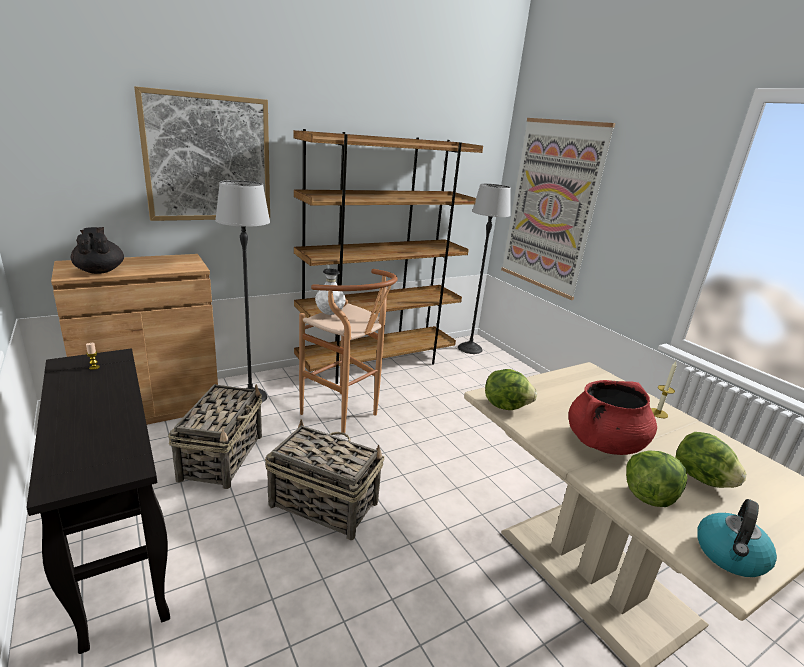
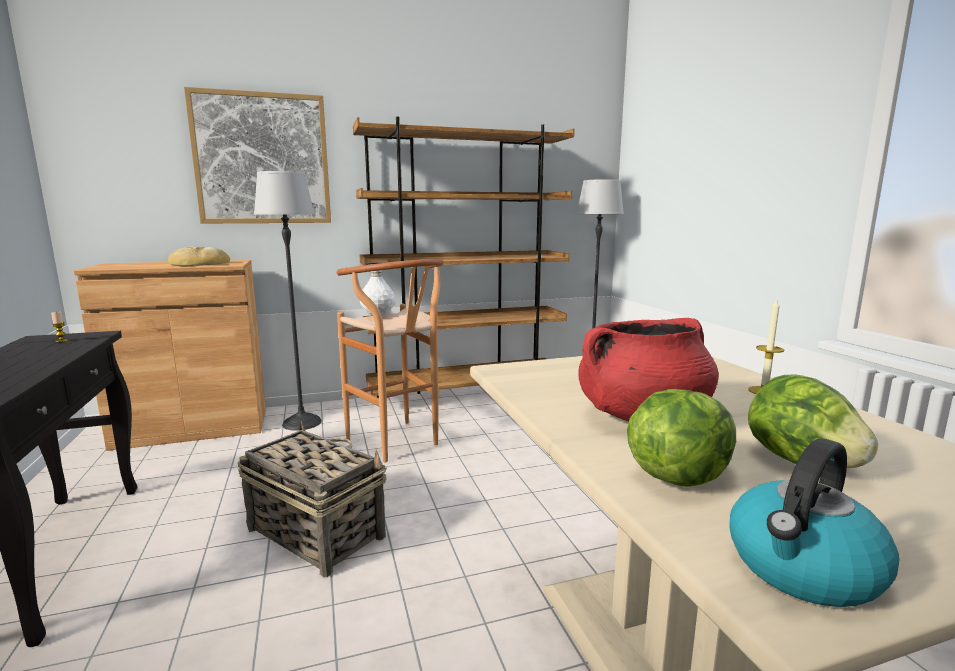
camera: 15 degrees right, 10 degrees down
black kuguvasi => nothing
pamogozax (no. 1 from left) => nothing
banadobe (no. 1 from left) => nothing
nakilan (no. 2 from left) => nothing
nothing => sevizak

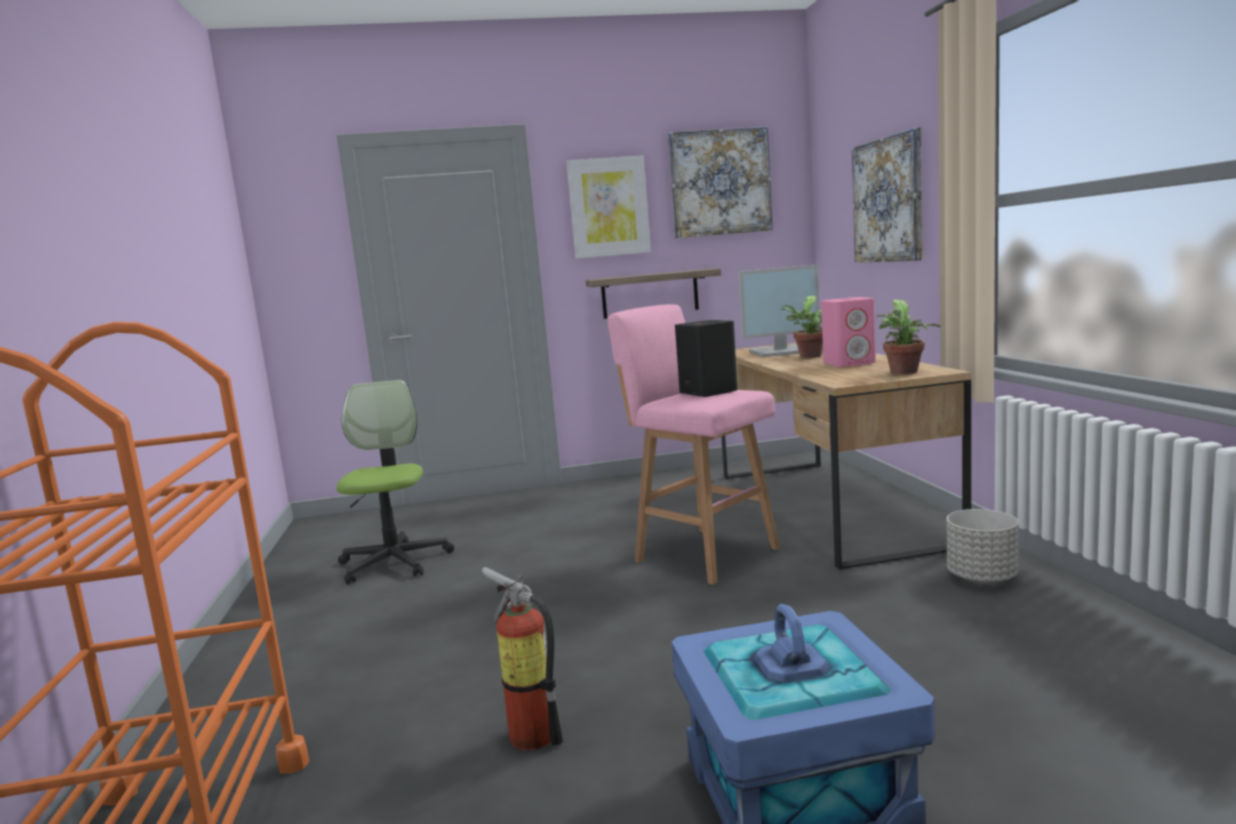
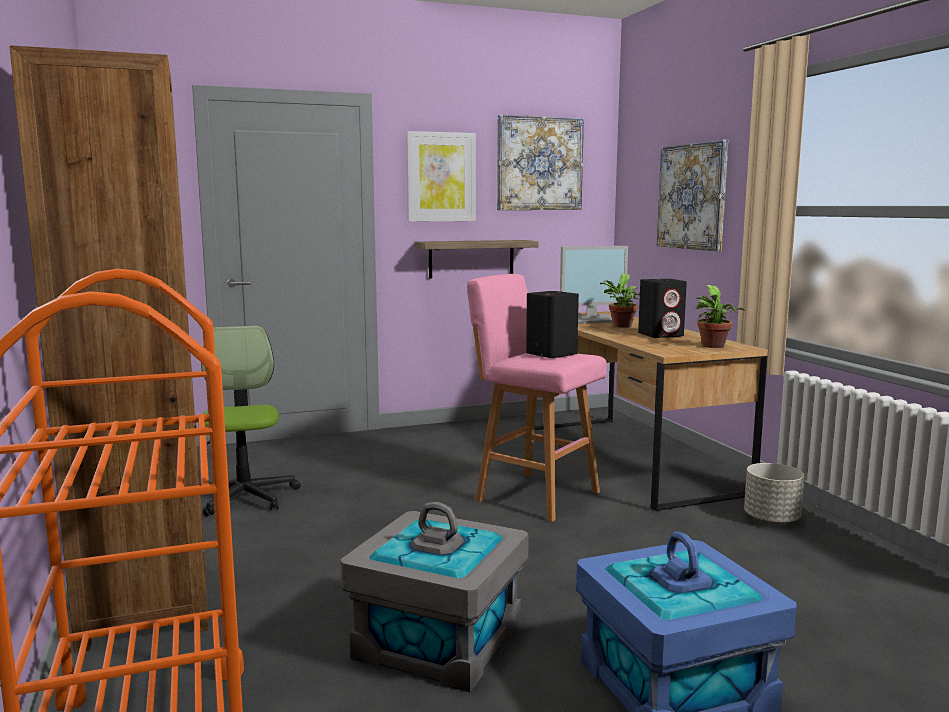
camera: 10 degrees left, 0 degrees up
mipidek => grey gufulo
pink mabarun => black mabarun (no. 2 from left)
nothing => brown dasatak

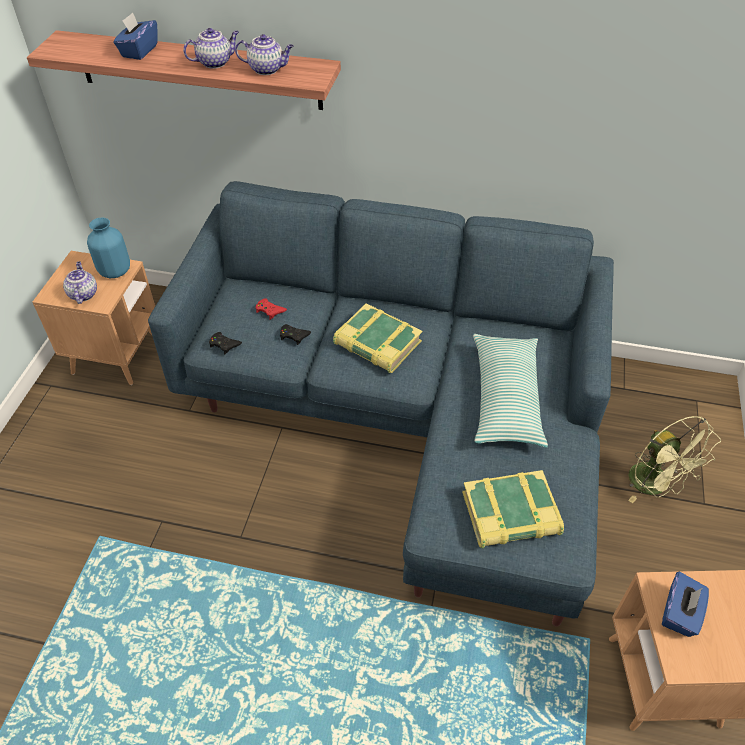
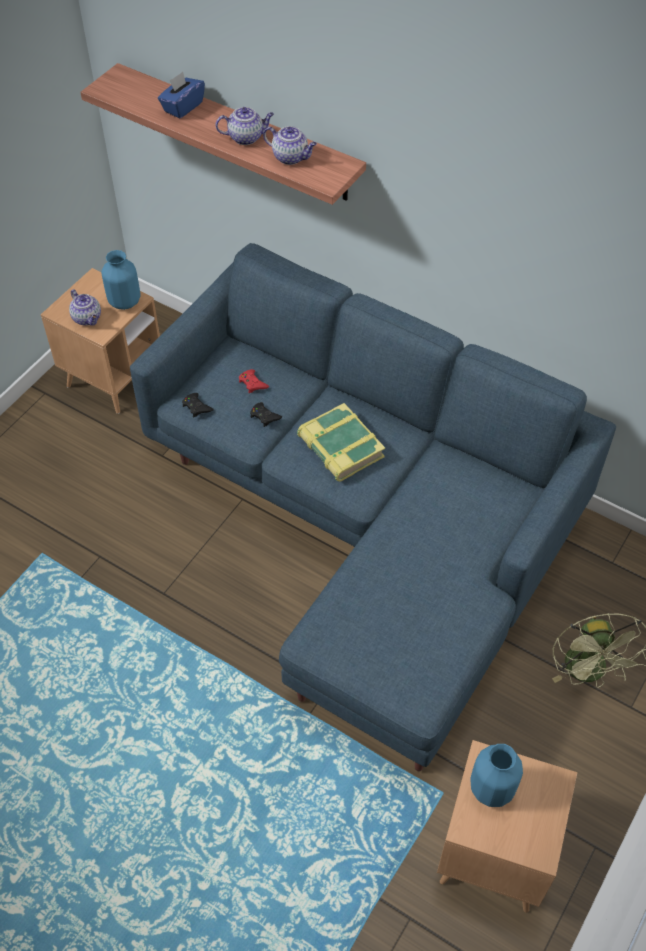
camera: 20 degrees right, 5 degrees up
kuguvasi (no. 1 from left), 135 degrees clockwise
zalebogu (no. 2 from left) => nothing
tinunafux => nothing
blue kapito (no. 2 from left) => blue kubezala (no. 2 from left)

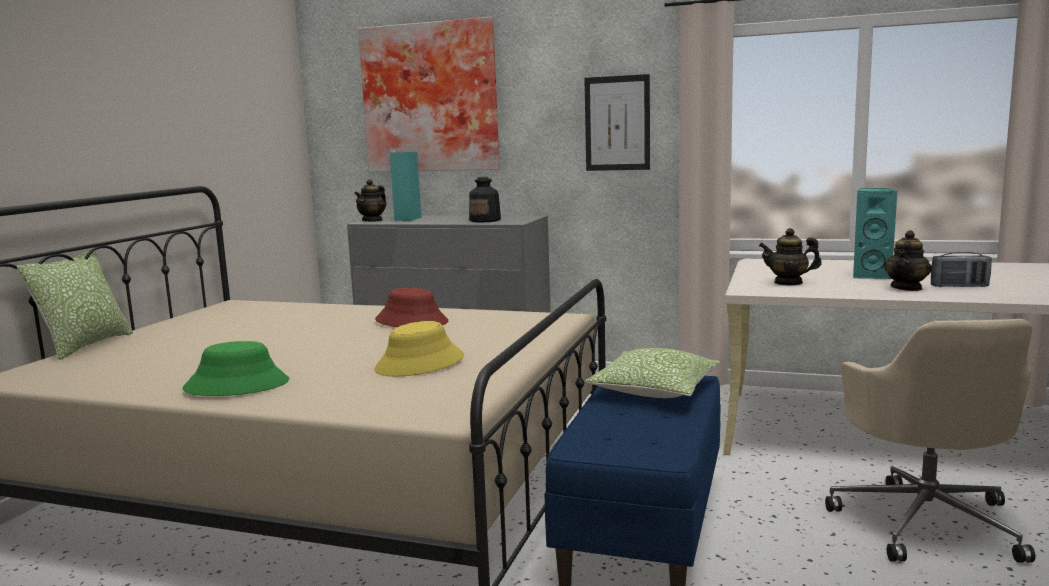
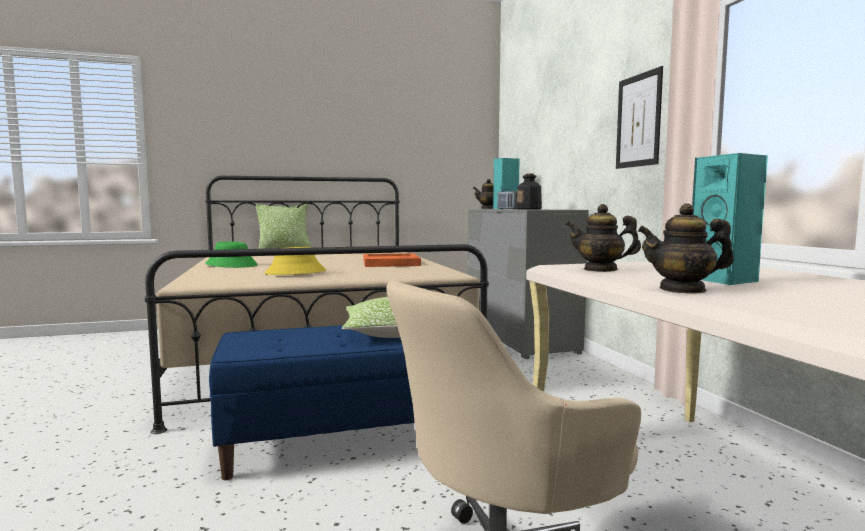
camera: 55 degrees right, 5 degrees down
nakilan (no. 1 from left) => nothing
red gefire => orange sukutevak
kuguvasi (no. 2 from left), 45 degrees counterclockwise
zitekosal, shifted

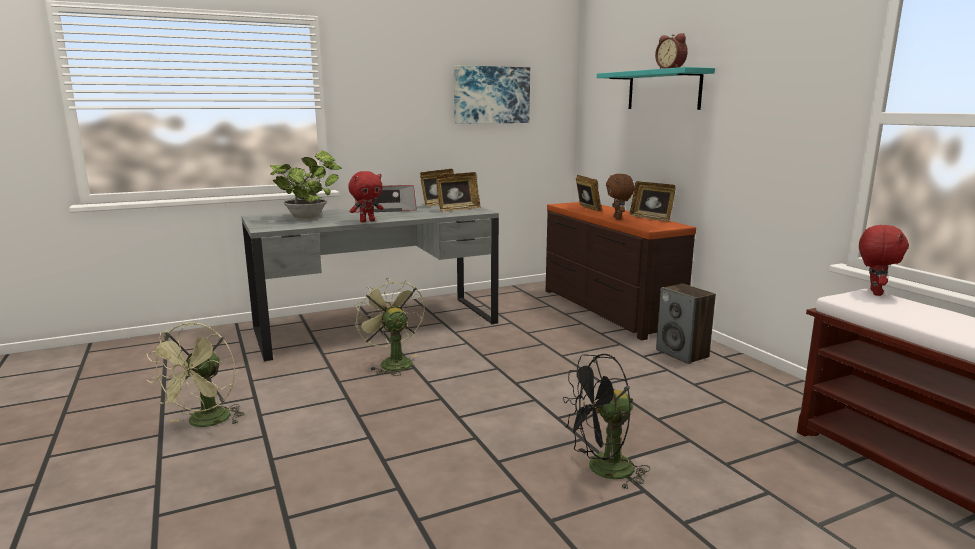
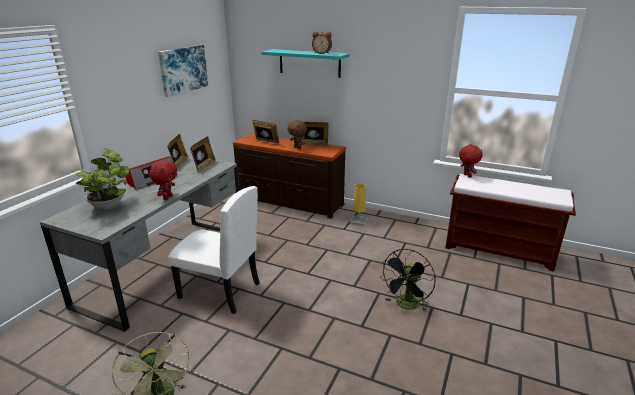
camera: 40 degrees left, 10 degrees up
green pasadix (no. 2 from left) => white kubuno
mabarun => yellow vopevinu

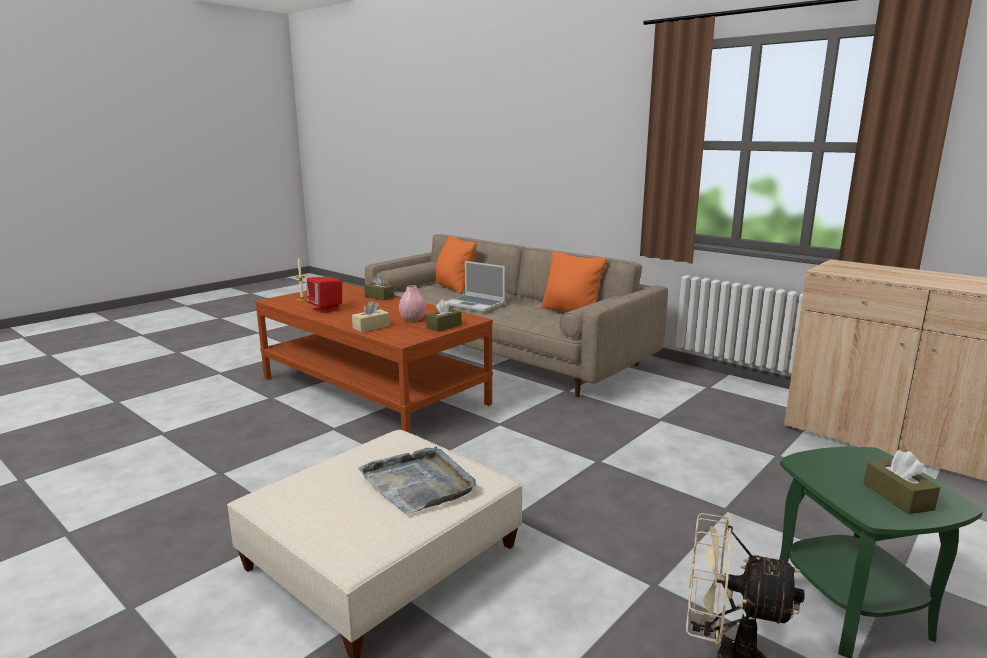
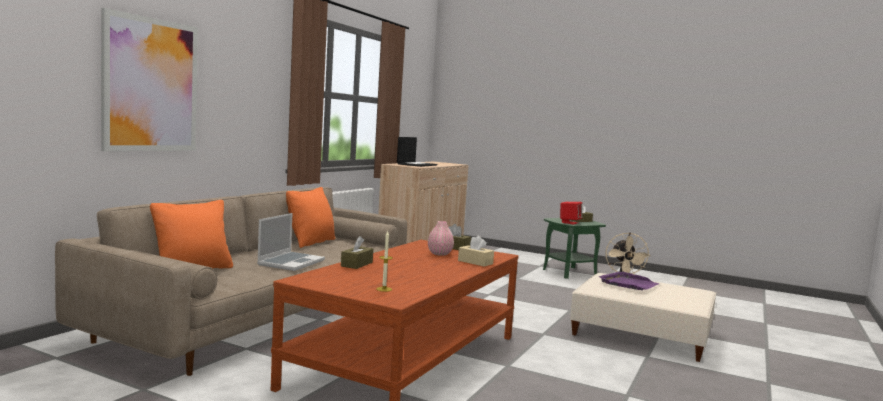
camera: 105 degrees left, 10 degrees down
red mabarun, shifted
grey sukutevak => purple sukutevak
nothing => nakilan
nothing => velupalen (no. 2 from left)

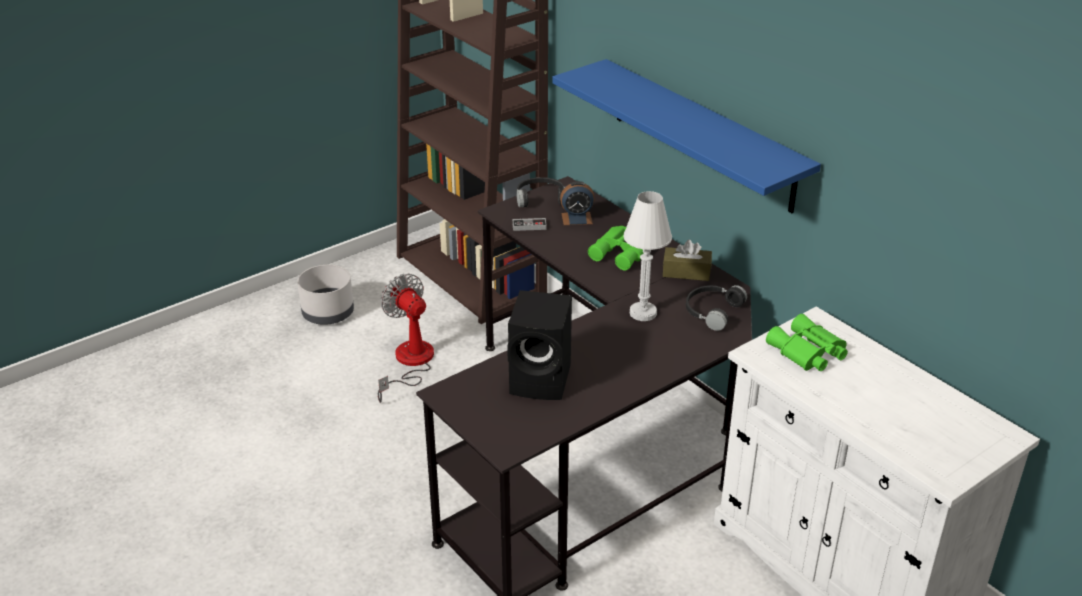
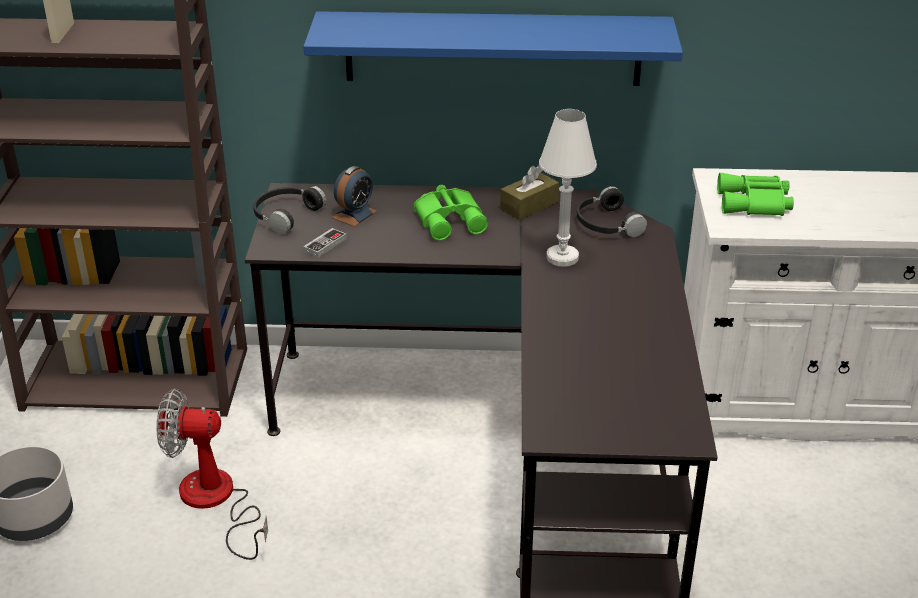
camera: 50 degrees left, 0 degrees up
black mabarun => nothing

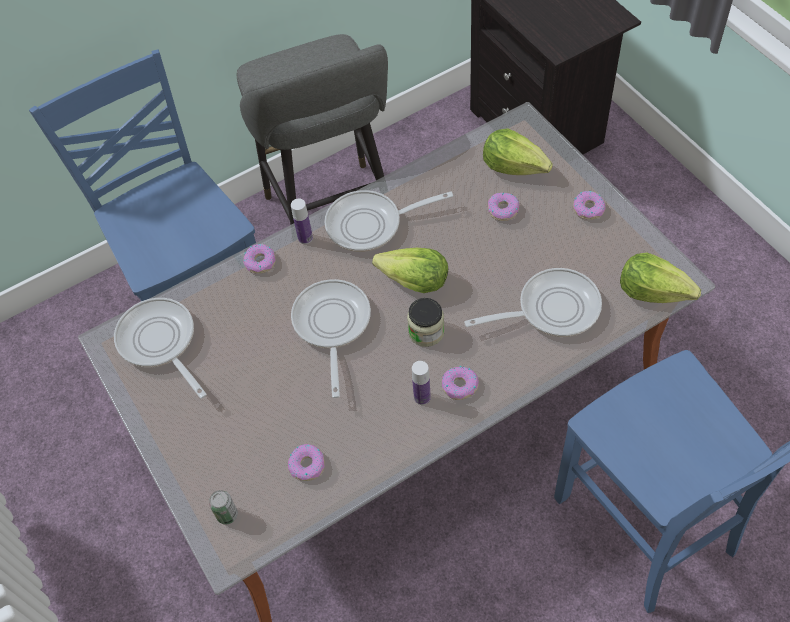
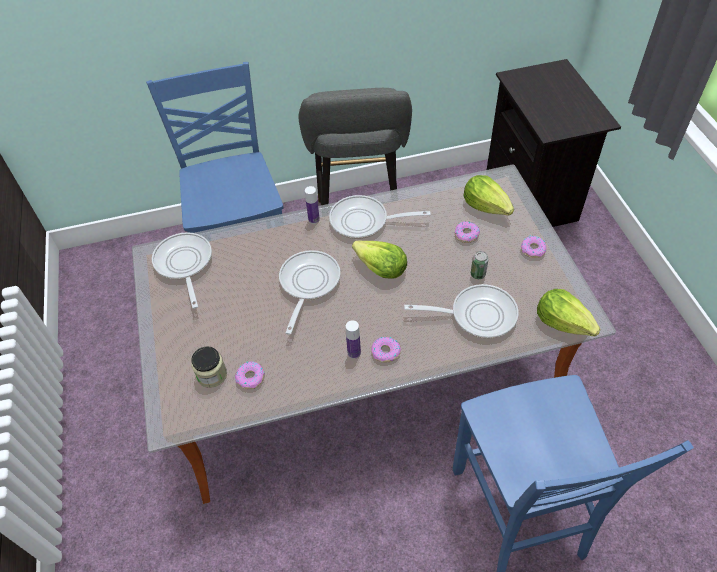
camera: 15 degrees right, 5 degrees down
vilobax, shifted
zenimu (no. 1 from left) => nothing
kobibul, shifted

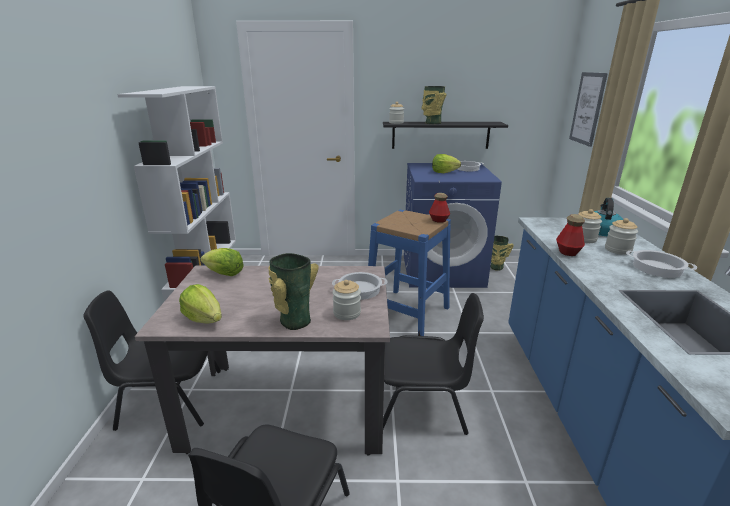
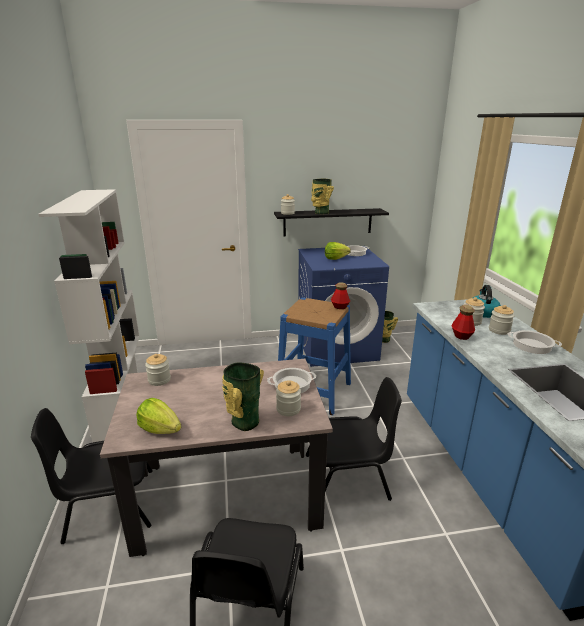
camera: 10 degrees left, 0 degrees up
banadobe (no. 2 from left) => kobibul (no. 1 from left)
nakilan => nothing

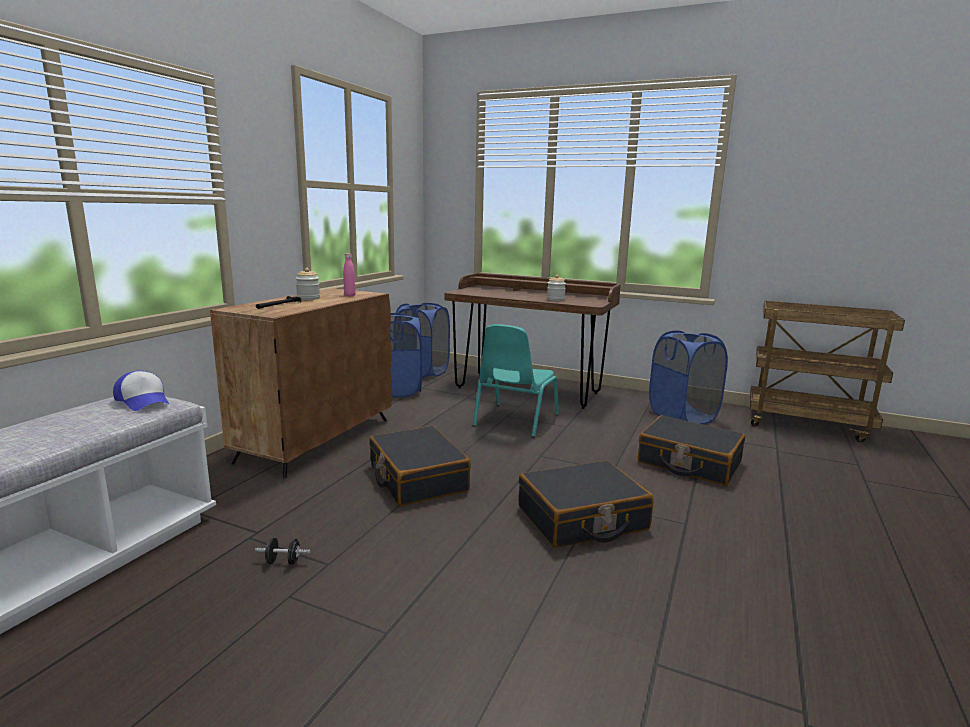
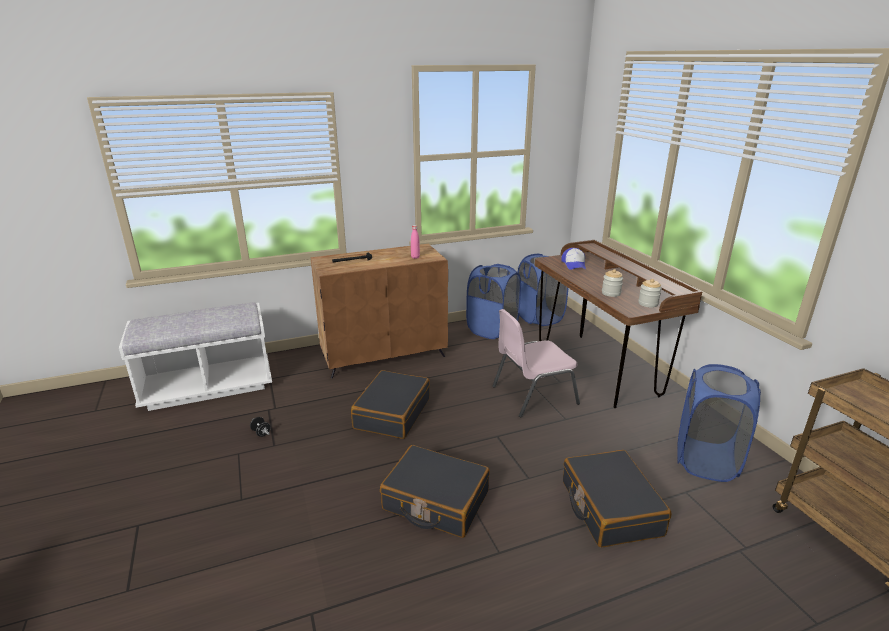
camera: 45 degrees right, 10 degrees up
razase, shifted
kobibul (no. 1 from left in the first image) => kobibul (no. 2 from left), shifted
turquoise kubuno => pink kubuno

